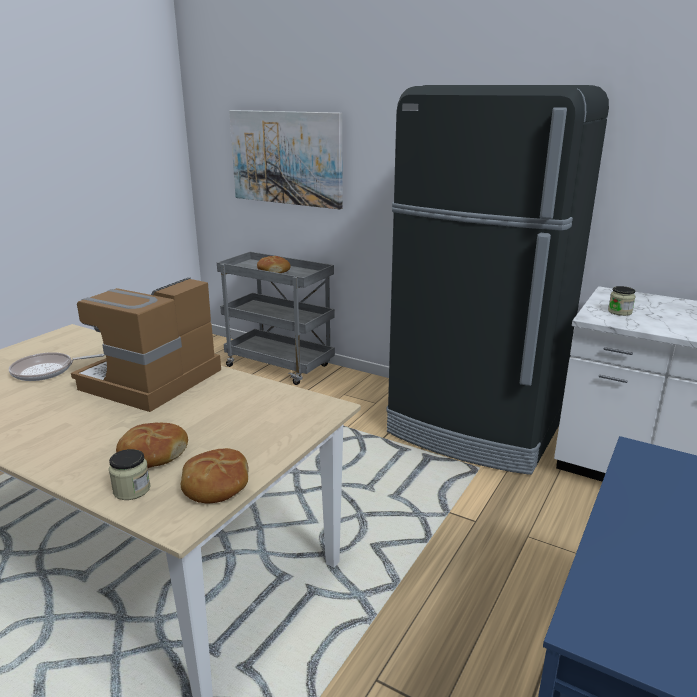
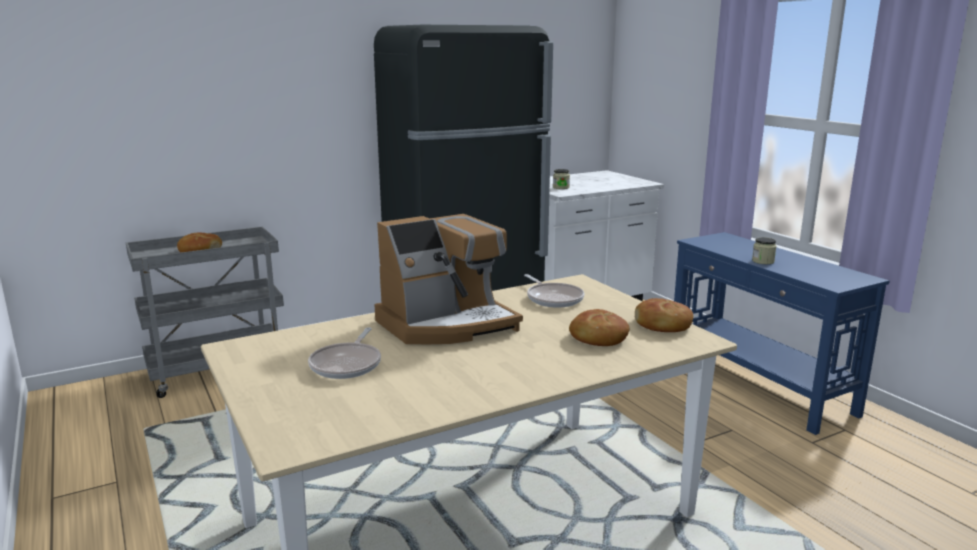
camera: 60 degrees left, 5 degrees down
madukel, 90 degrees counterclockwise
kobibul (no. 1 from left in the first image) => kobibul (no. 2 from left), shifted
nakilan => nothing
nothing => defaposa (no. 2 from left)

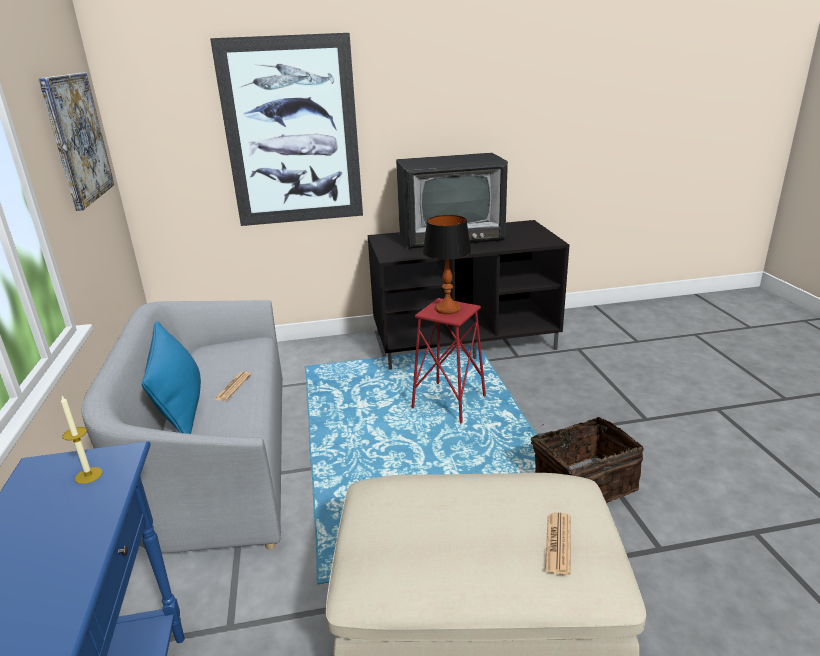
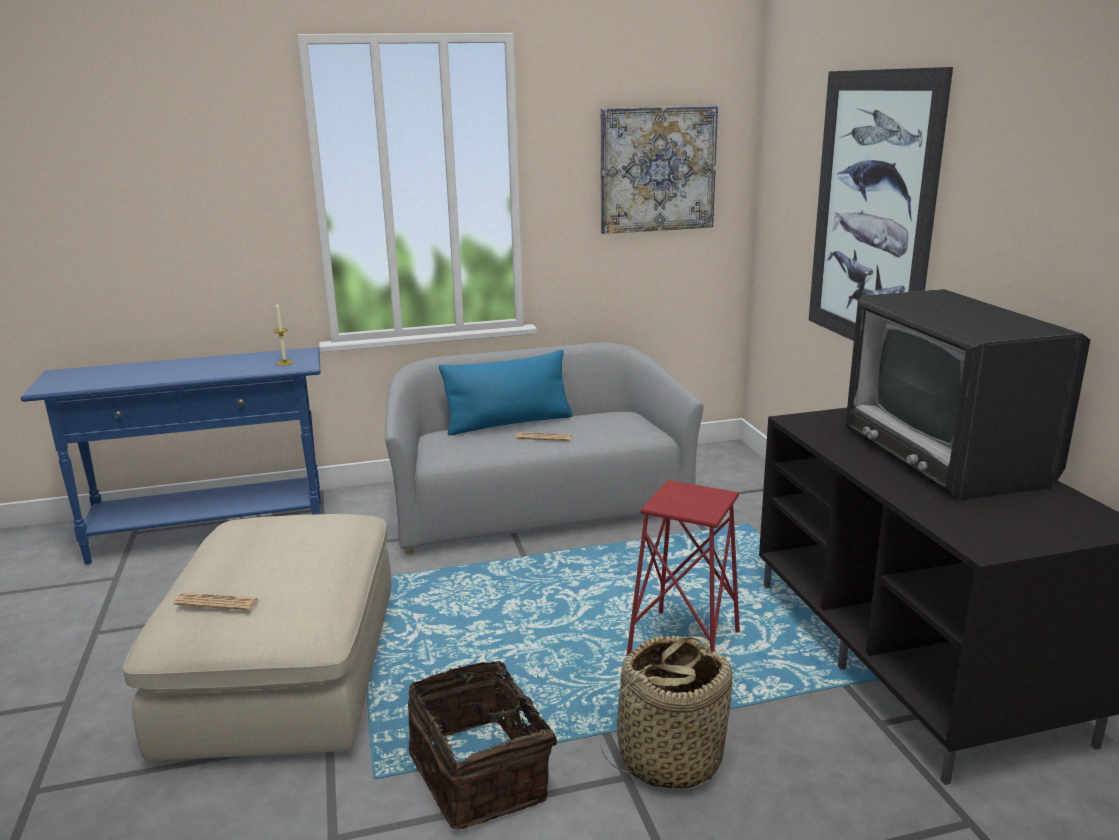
camera: 85 degrees right, 5 degrees down
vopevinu => nothing
nothing => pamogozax (no. 2 from left)

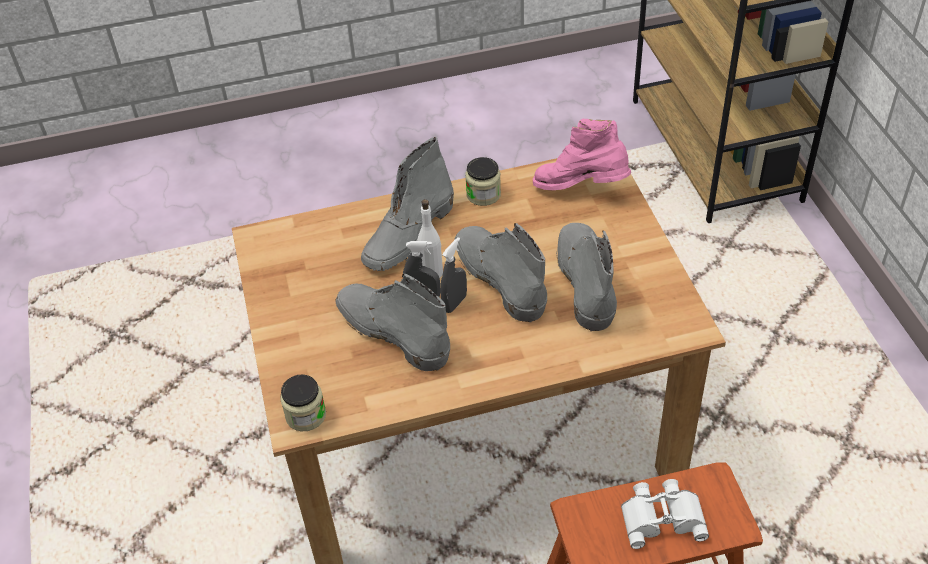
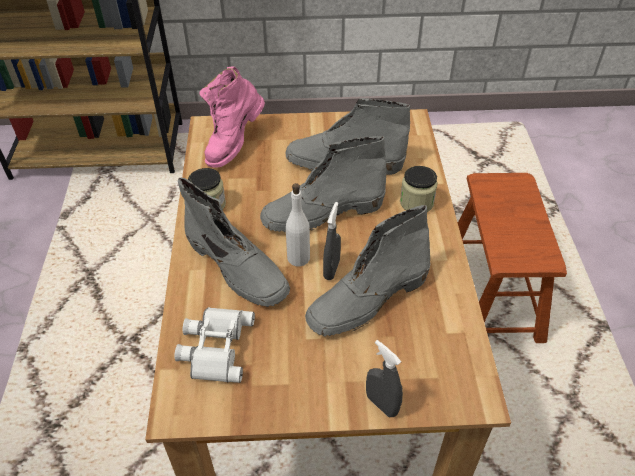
camera: 80 degrees left, 0 degrees up
kobibul (no. 1 from left in the first image) => kobibul (no. 2 from left), shifted
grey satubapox (no. 2 from left), shifted
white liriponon, shifted

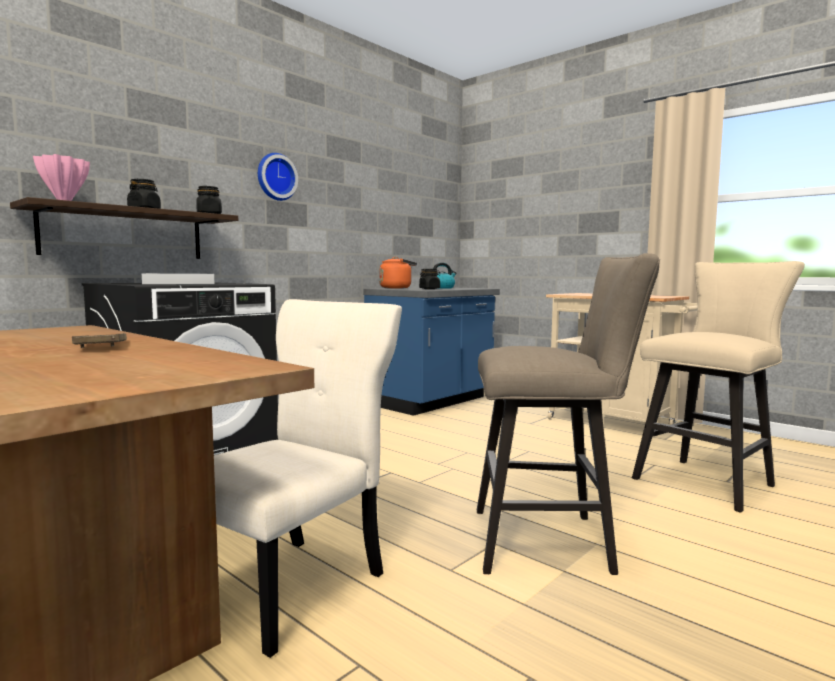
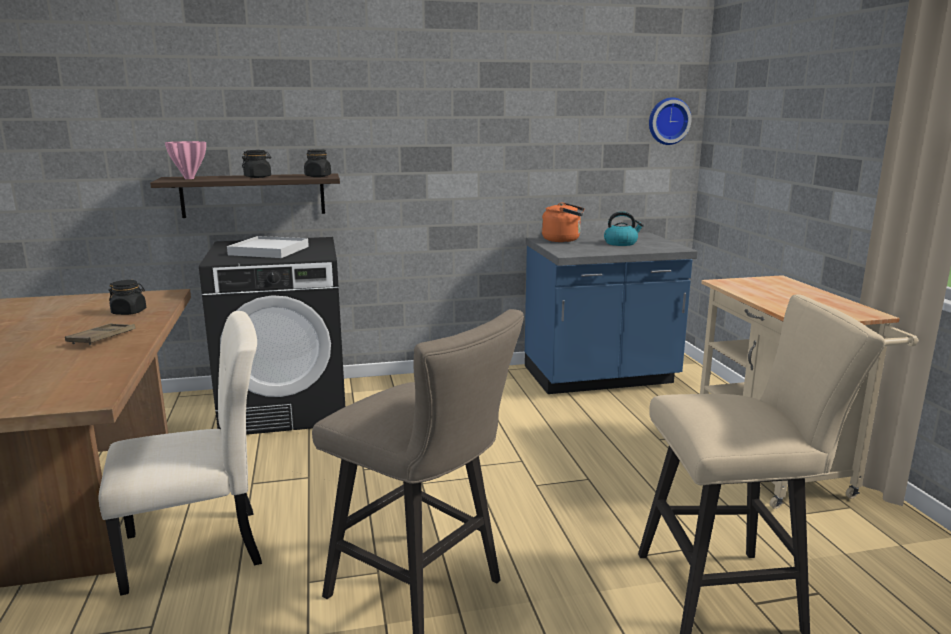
camera: 35 degrees right, 10 degrees up
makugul, shifted
black kobibul (no. 3 from left in the first image) => black kobibul (no. 1 from left), shifted

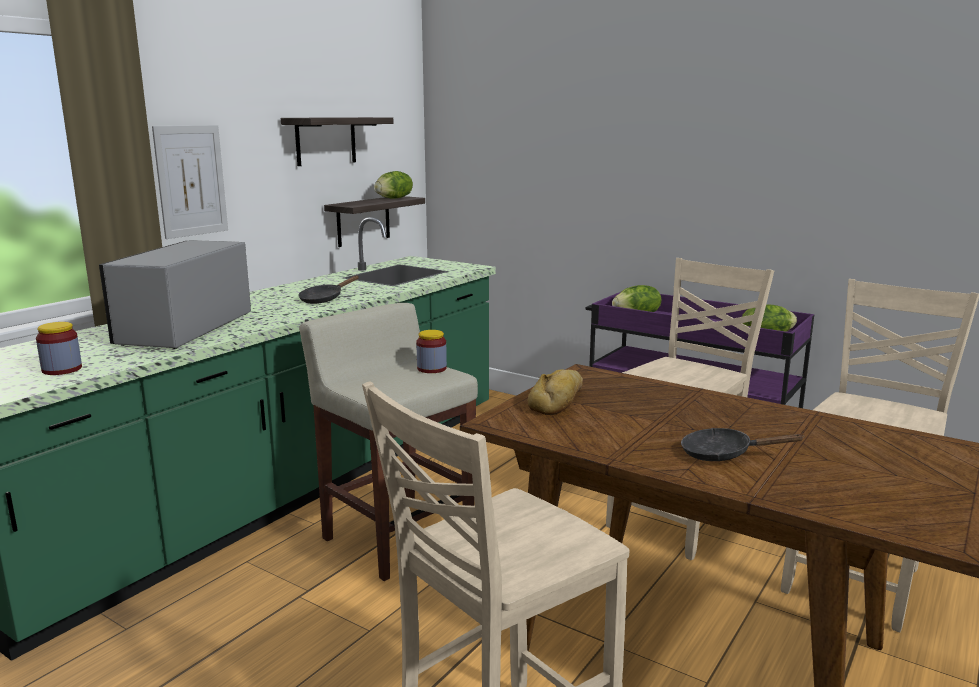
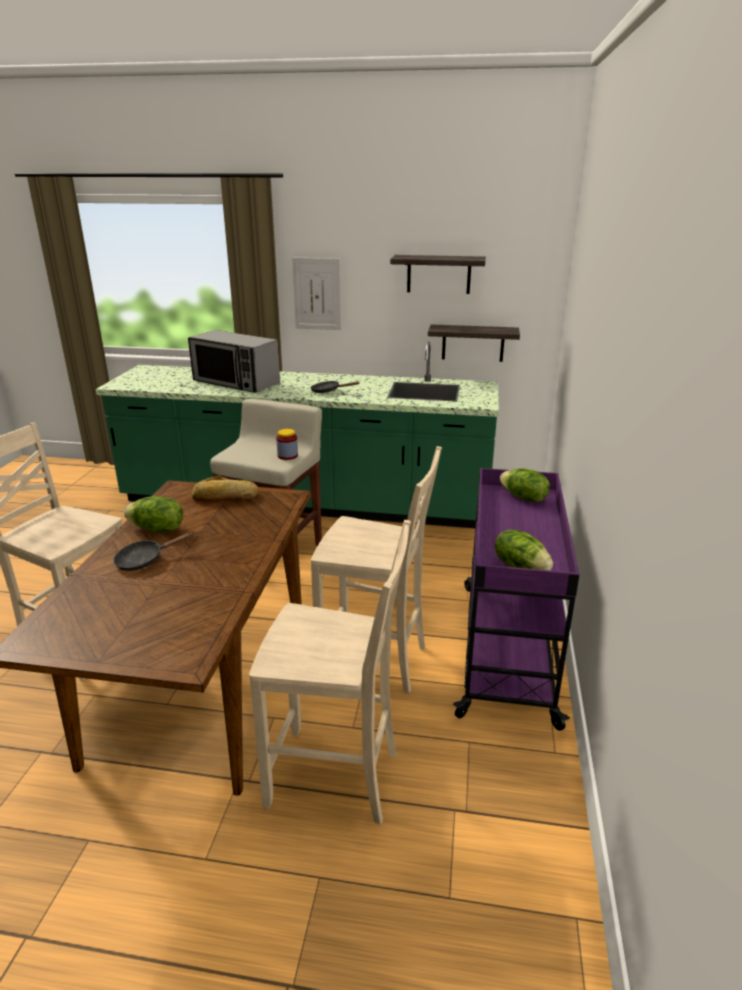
camera: 65 degrees right, 10 degrees up
kobibul (no. 1 from left) => nothing
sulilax, 135 degrees counterclockwise
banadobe (no. 1 from left), shifted
black defaposa (no. 2 from left in the first image) => black defaposa (no. 1 from left), 105 degrees counterclockwise

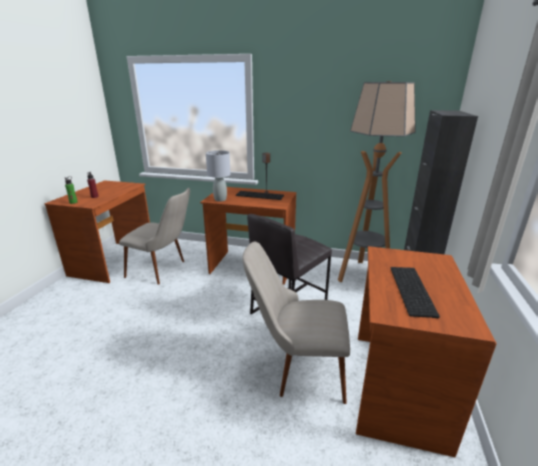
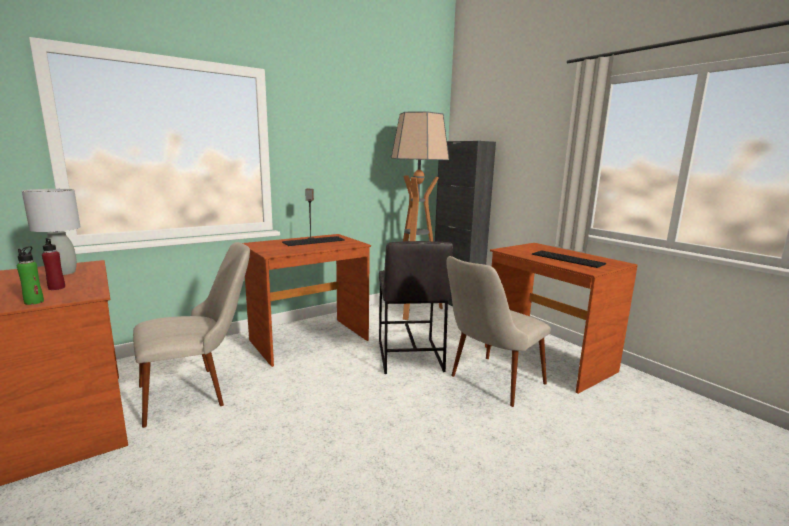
camera: 50 degrees left, 10 degrees down
grey vopevinu, shifted

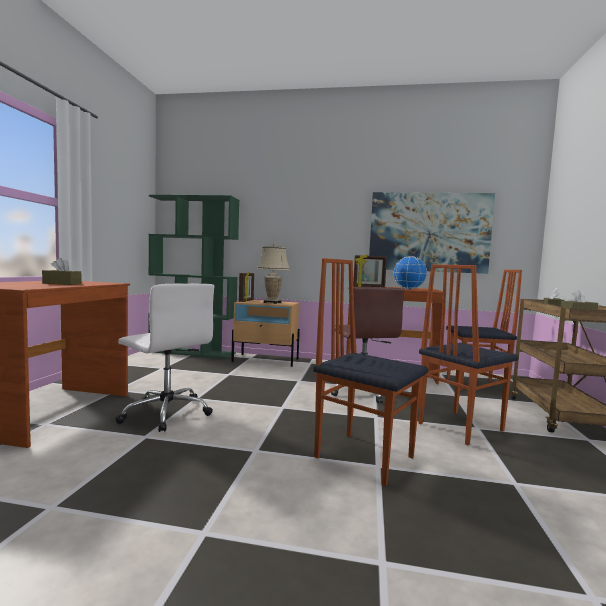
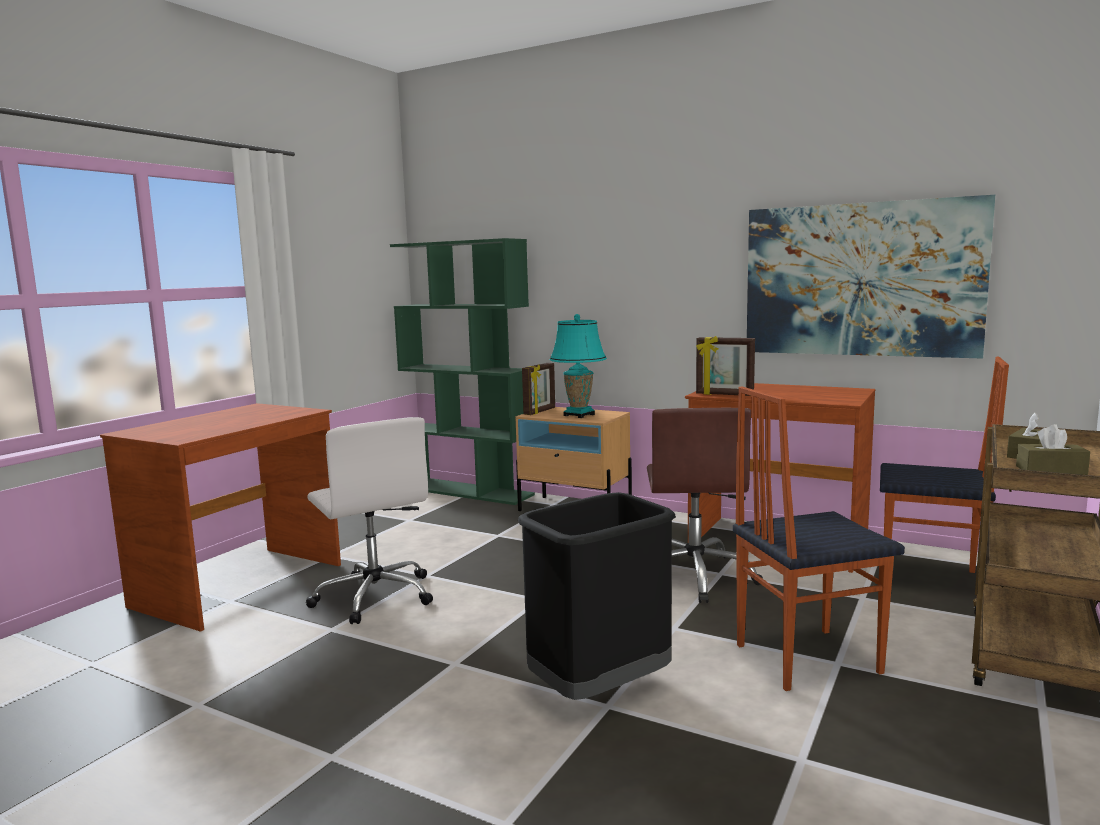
camera: 20 degrees right, 5 degrees up
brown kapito (no. 1 from left) => nothing
beige vopevinu => turquoise vopevinu
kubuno (no. 1 from left) => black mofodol
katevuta => nothing

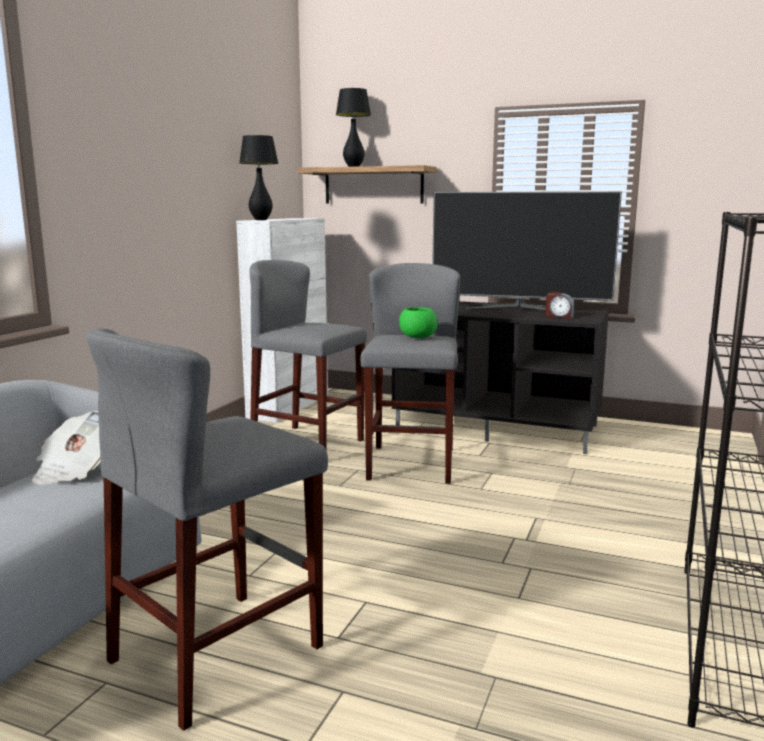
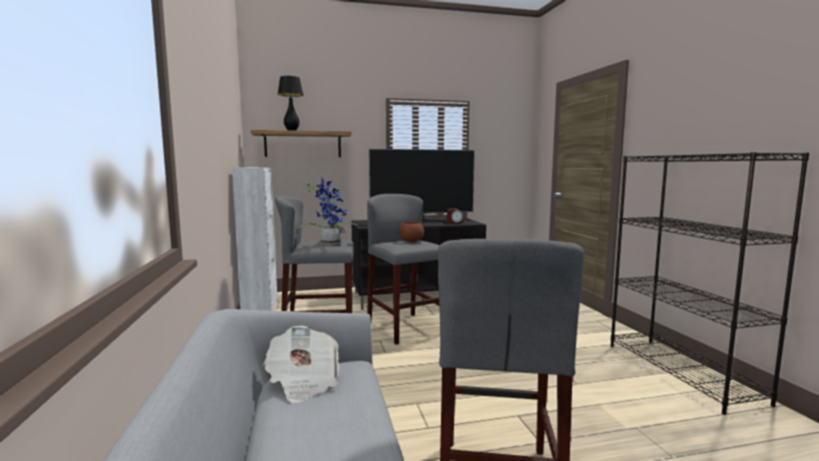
camera: 35 degrees left, 5 degrees down
black vopevinu (no. 1 from left) => nothing
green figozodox => brown figozodox
nothing => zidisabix

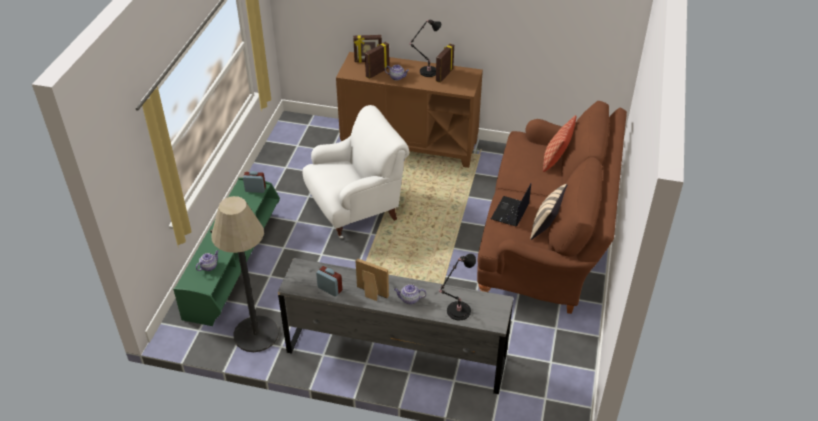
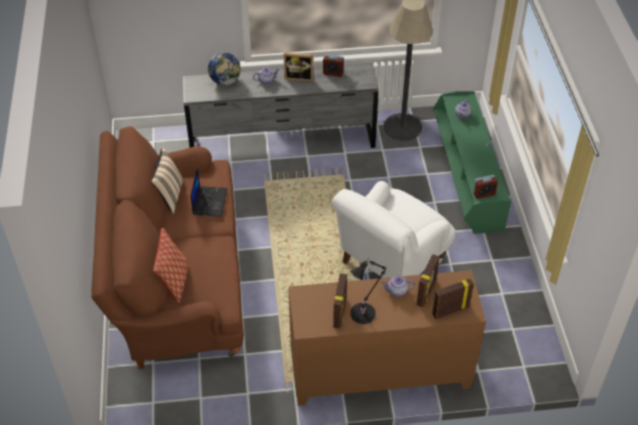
camera: 160 degrees right, 5 degrees up
black vopevinu (no. 2 from left) => katevuta

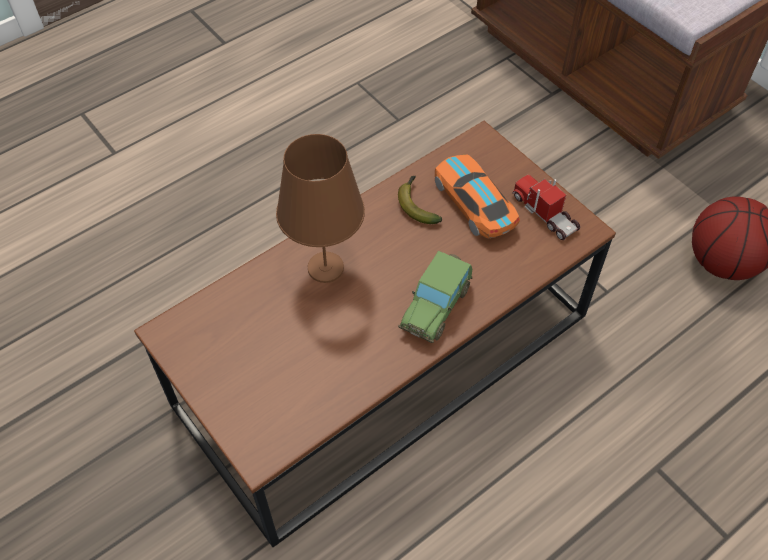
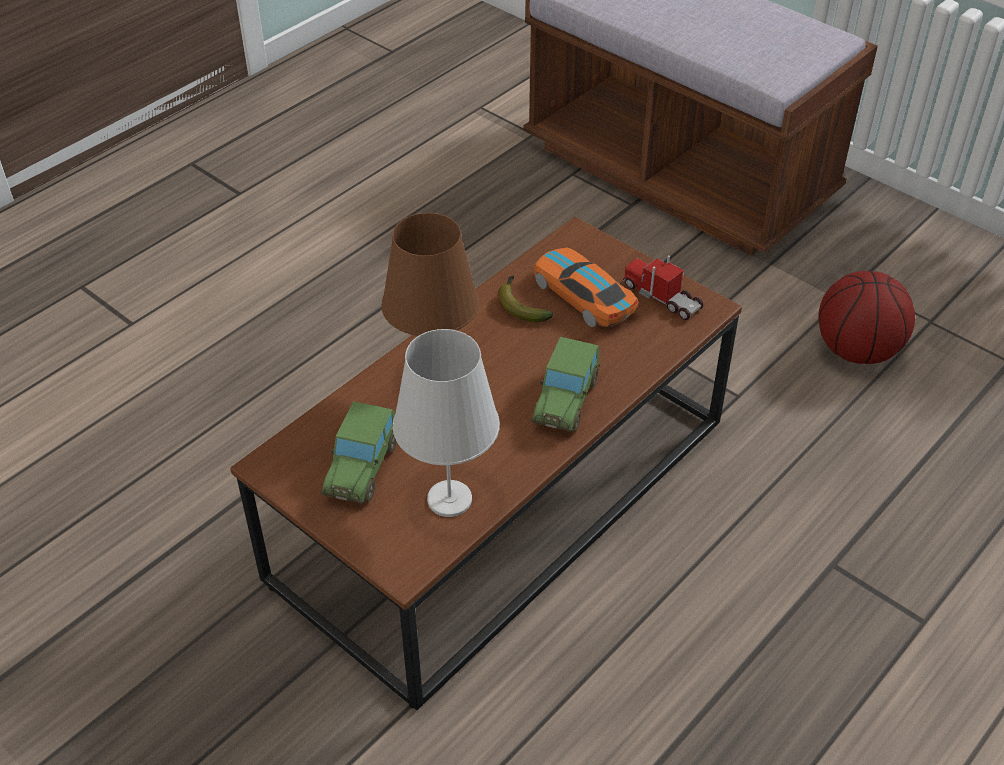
camera: 10 degrees left, 10 degrees down
nothing => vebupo (no. 1 from left)
nothing => white vopevinu

